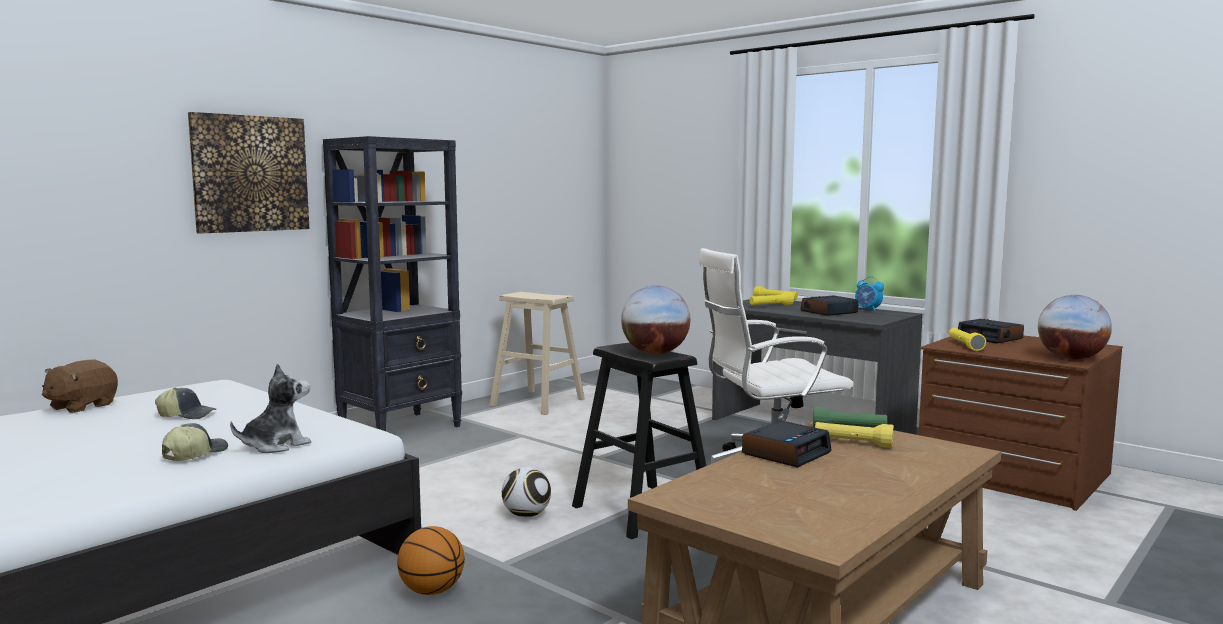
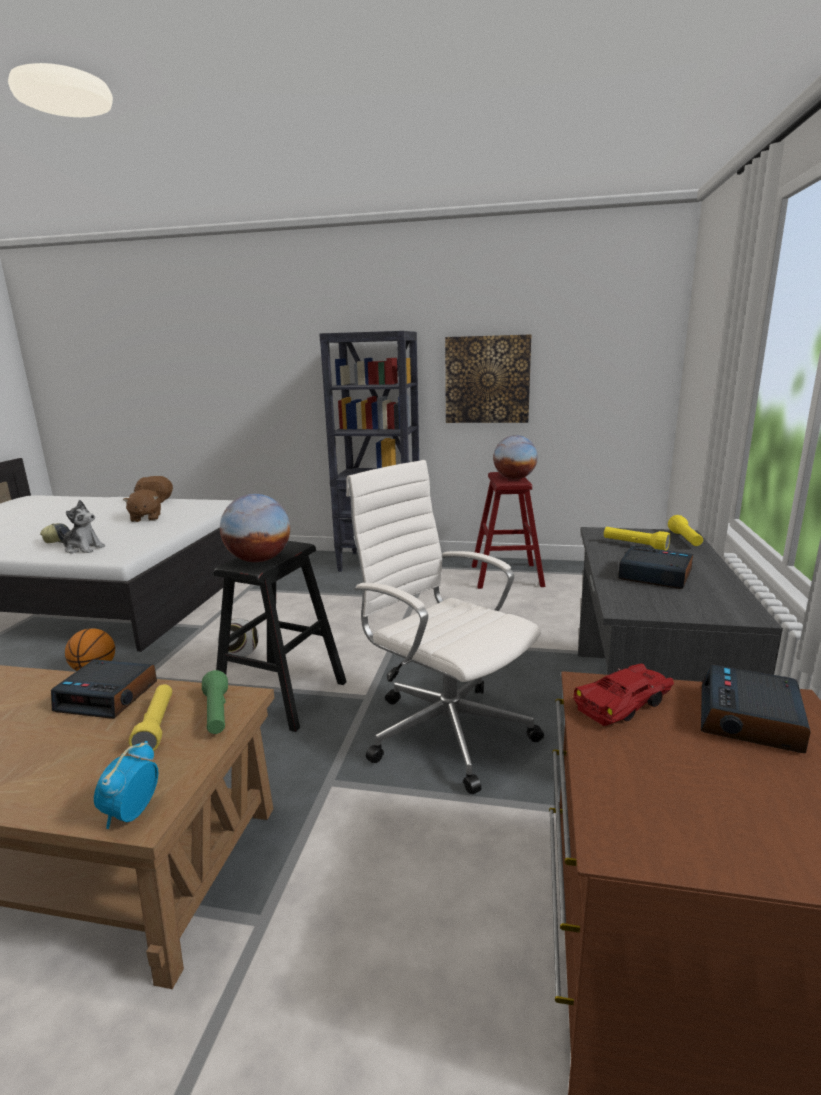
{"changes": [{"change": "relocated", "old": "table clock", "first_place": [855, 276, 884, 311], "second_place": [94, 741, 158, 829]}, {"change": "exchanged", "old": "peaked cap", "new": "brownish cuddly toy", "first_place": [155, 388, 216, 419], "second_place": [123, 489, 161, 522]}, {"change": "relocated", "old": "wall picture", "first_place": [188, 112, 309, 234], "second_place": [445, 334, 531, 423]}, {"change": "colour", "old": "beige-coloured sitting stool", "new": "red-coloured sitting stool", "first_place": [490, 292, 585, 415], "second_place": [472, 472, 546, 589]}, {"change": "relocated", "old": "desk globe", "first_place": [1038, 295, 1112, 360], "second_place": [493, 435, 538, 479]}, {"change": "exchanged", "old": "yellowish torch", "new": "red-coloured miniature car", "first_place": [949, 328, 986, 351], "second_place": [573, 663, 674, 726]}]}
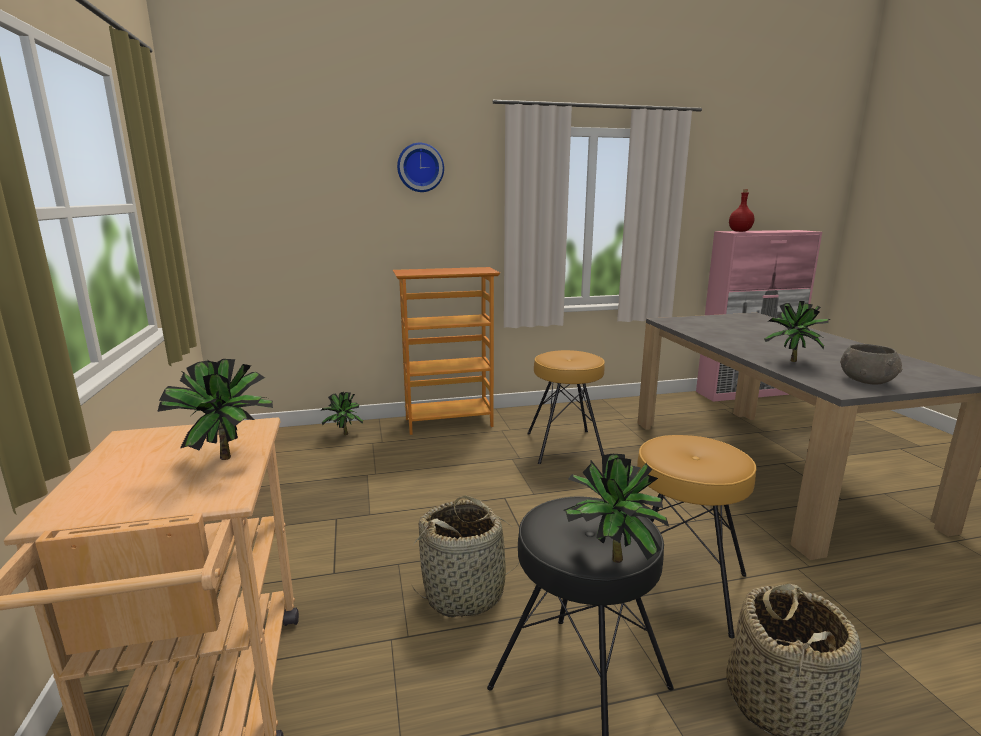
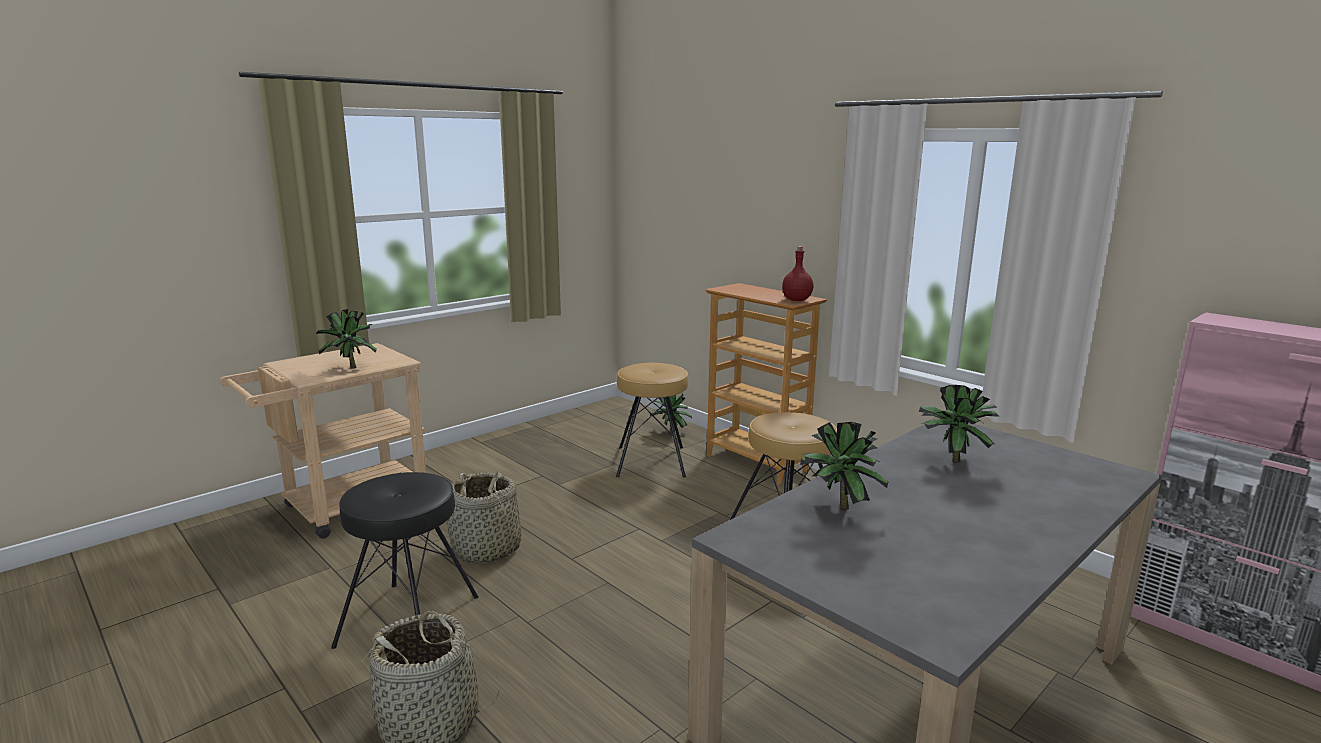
{"changes": [{"change": "relocated", "old": "brownish sitting stool", "first_place": [637, 435, 756, 639], "second_place": [616, 363, 688, 477]}, {"change": "relocated", "old": "red-coloured bottle", "first_place": [729, 189, 754, 232], "second_place": [782, 246, 813, 301]}, {"change": "relocated", "old": "potted plant", "first_place": [563, 454, 669, 563], "second_place": [918, 385, 1000, 463]}, {"change": "missing", "old": "wall clock", "first_place": [397, 143, 444, 192]}, {"change": "missing", "old": "gray bowl", "first_place": [840, 344, 902, 385]}]}
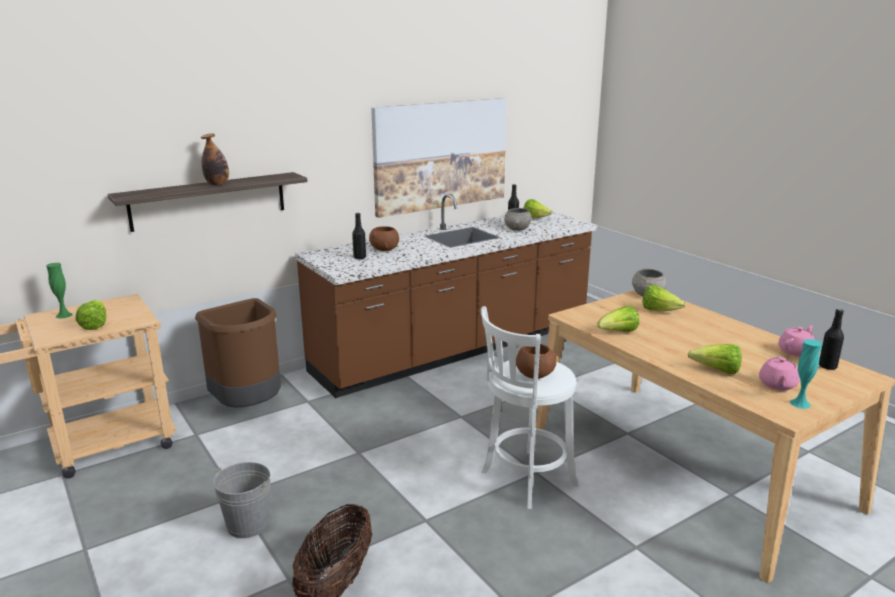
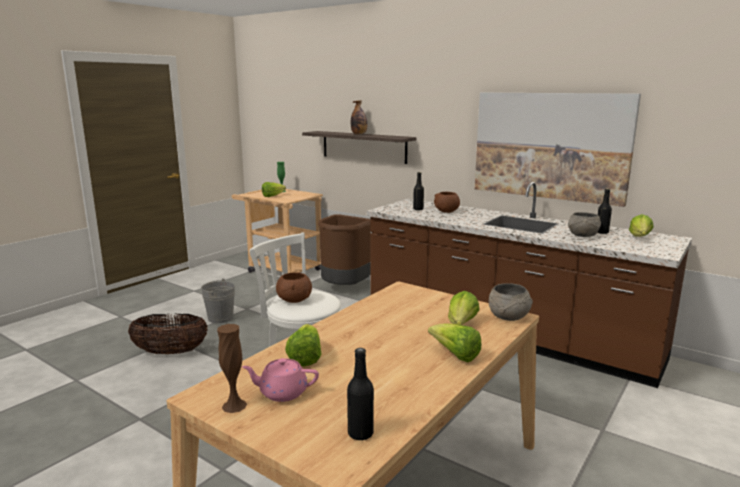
{"changes": [{"change": "colour", "old": "blue-green vase", "new": "brownish vase", "first_place": [790, 339, 822, 409], "second_place": [217, 324, 247, 413]}, {"change": "relocated", "old": "lettuce head", "first_place": [597, 306, 639, 332], "second_place": [428, 323, 481, 362]}, {"change": "missing", "old": "pink-coloured pot for tea", "first_place": [778, 325, 815, 357]}]}
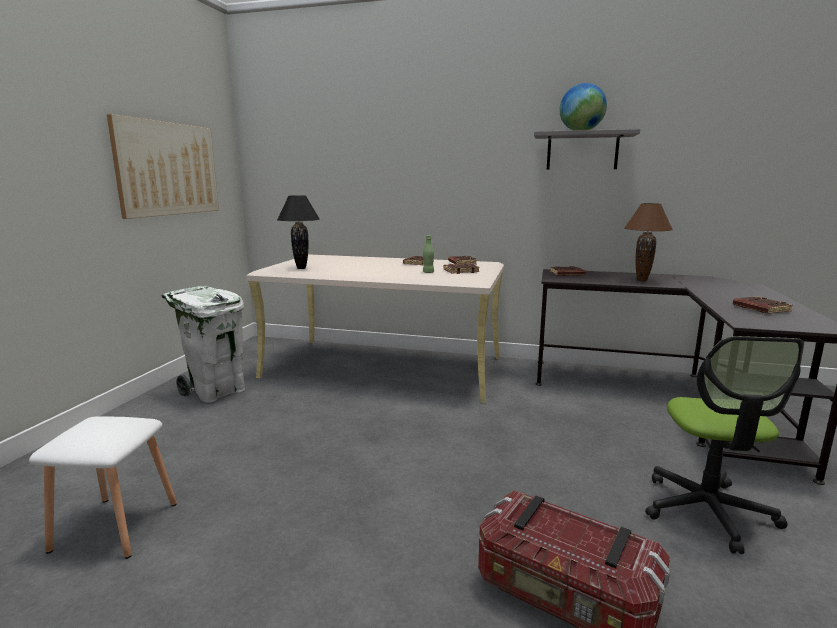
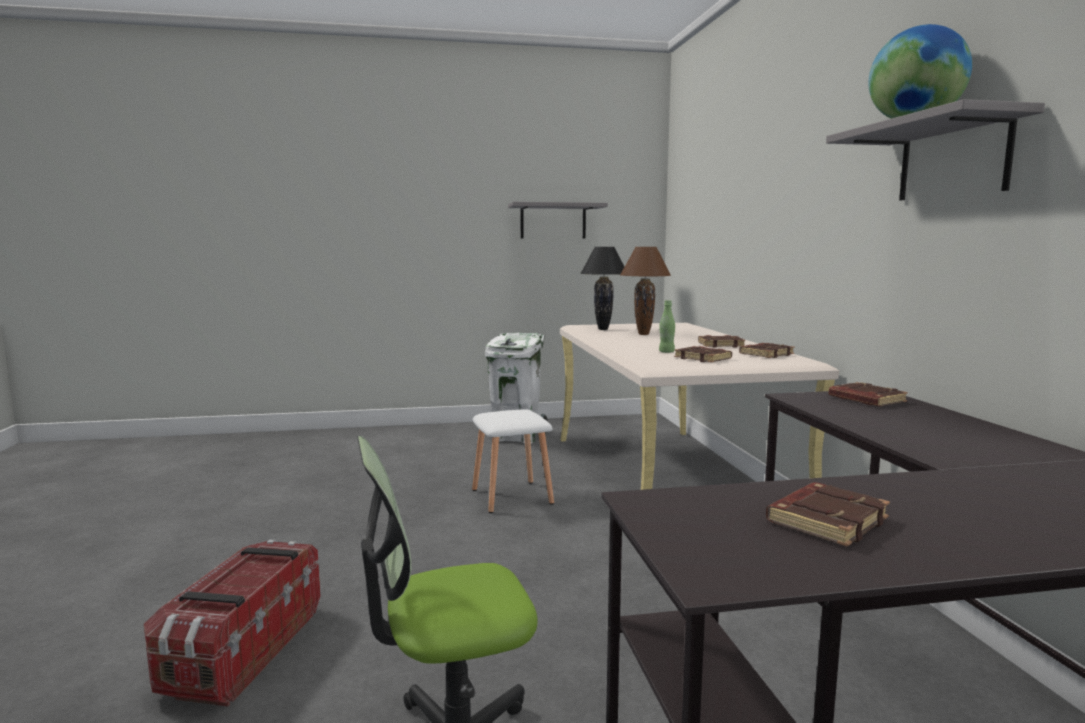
{"changes": [{"change": "relocated", "old": "whitish sitting stool", "first_place": [29, 417, 177, 559], "second_place": [472, 409, 554, 513]}, {"change": "exchanged", "old": "wall picture", "new": "gray shelf", "first_place": [107, 114, 219, 219], "second_place": [508, 202, 608, 239]}, {"change": "relocated", "old": "brownish lamp for a table", "first_place": [625, 203, 673, 281], "second_place": [620, 247, 671, 335]}]}
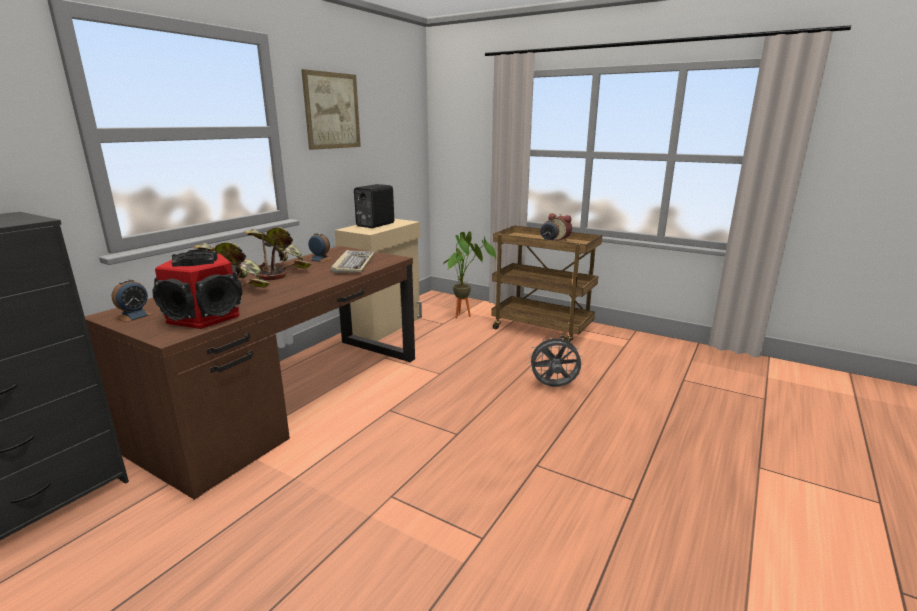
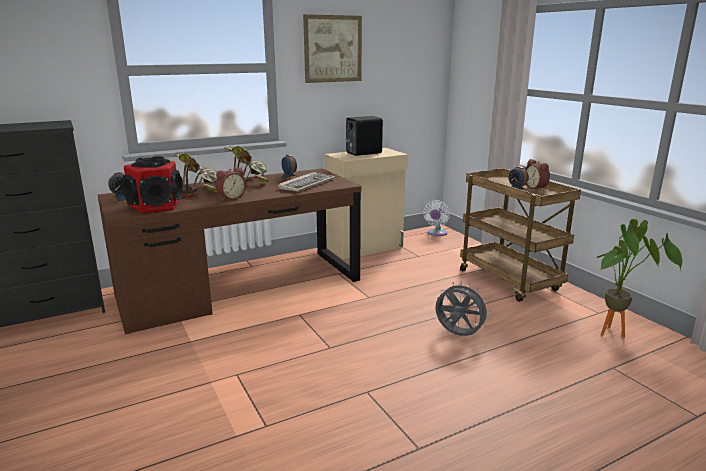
{"changes": [{"change": "appeared", "new": "table clock", "second_place": [215, 167, 246, 201]}, {"change": "appeared", "new": "whitish electric fan", "second_place": [423, 201, 450, 236]}, {"change": "relocated", "old": "potted plant", "first_place": [443, 231, 496, 319], "second_place": [597, 219, 682, 338]}]}
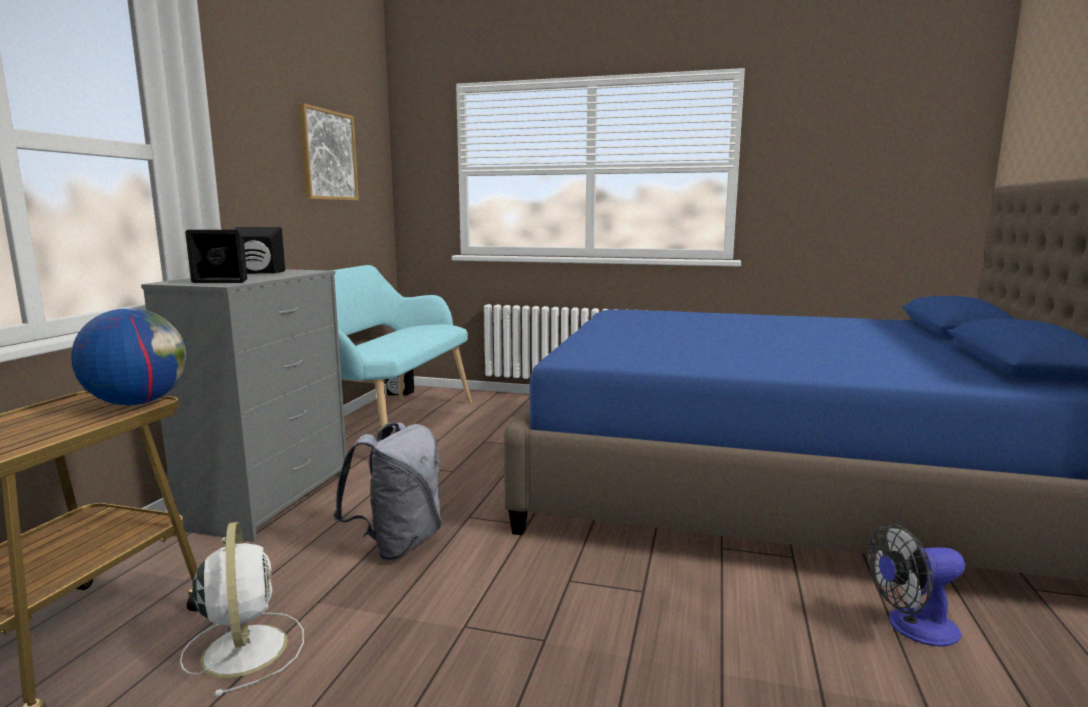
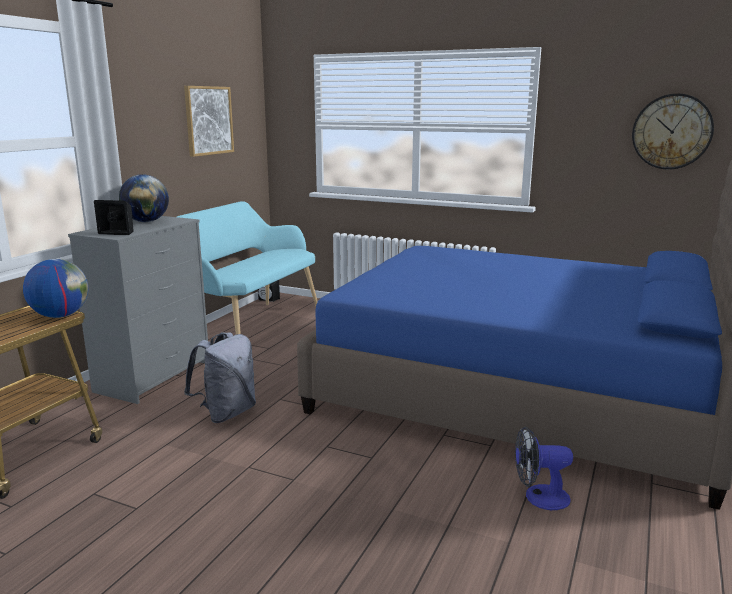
{"changes": [{"change": "exchanged", "old": "black loudspeaker", "new": "desk globe", "first_place": [234, 227, 285, 274], "second_place": [119, 174, 169, 222]}, {"change": "appeared", "new": "wall clock", "second_place": [632, 93, 714, 169]}, {"change": "missing", "old": "whitish electric fan", "first_place": [180, 522, 304, 697]}]}
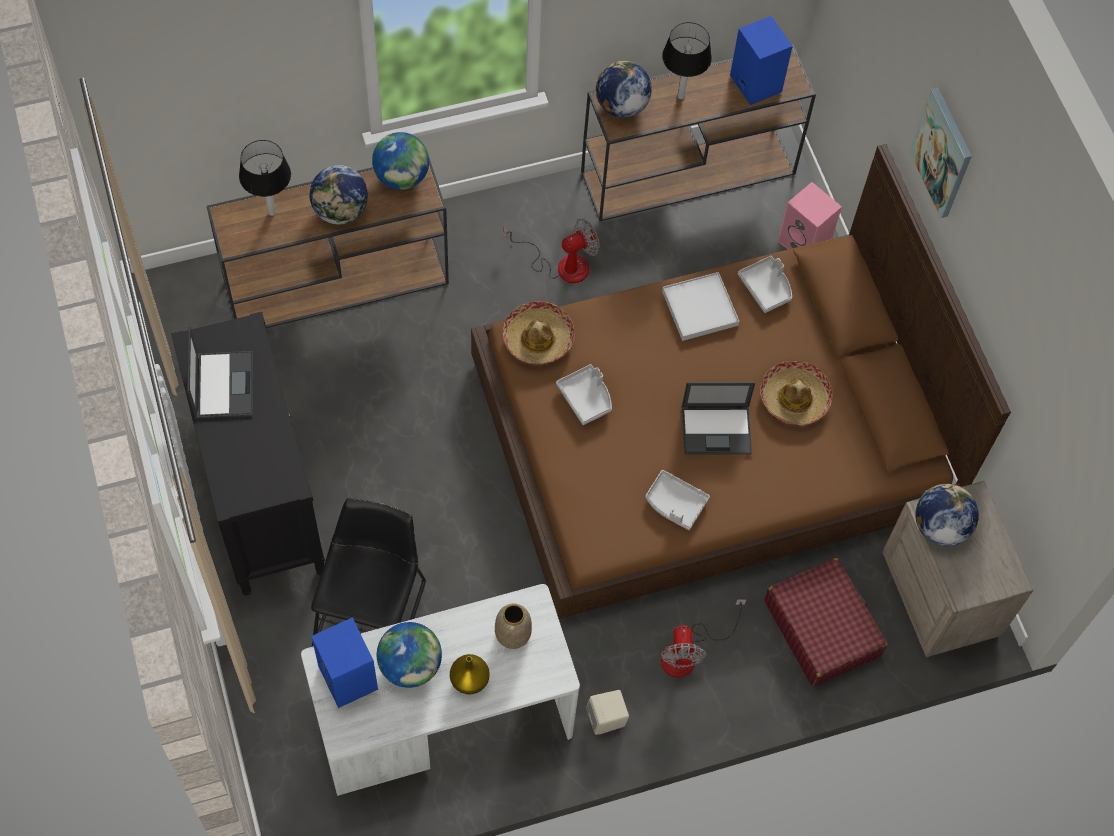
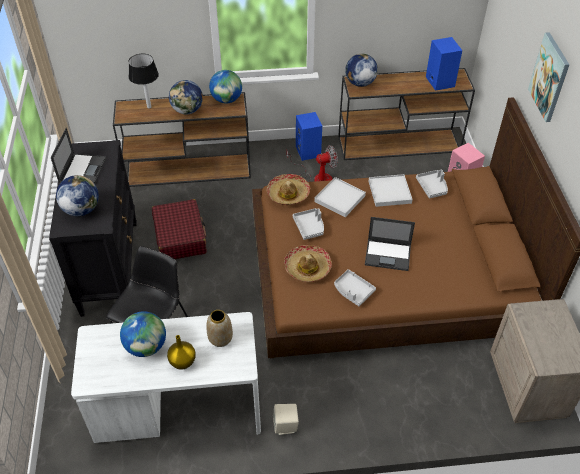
{"changes": [{"change": "relocated", "old": "desk globe", "first_place": [915, 484, 979, 546], "second_place": [56, 175, 99, 216]}, {"change": "relocated", "old": "red-coloured travel case", "first_place": [765, 558, 888, 687], "second_place": [152, 199, 207, 259]}, {"change": "relocated", "old": "wearable hat", "first_place": [760, 361, 833, 425], "second_place": [284, 245, 332, 282]}, {"change": "relocated", "old": "bluish loudspeaker", "first_place": [311, 617, 378, 708], "second_place": [296, 112, 322, 161]}, {"change": "appeared", "new": "whitish serving tray", "second_place": [314, 177, 366, 217]}, {"change": "missing", "old": "electric fan", "first_place": [661, 599, 746, 677]}, {"change": "missing", "old": "lamp for a table", "first_place": [662, 22, 712, 99]}]}
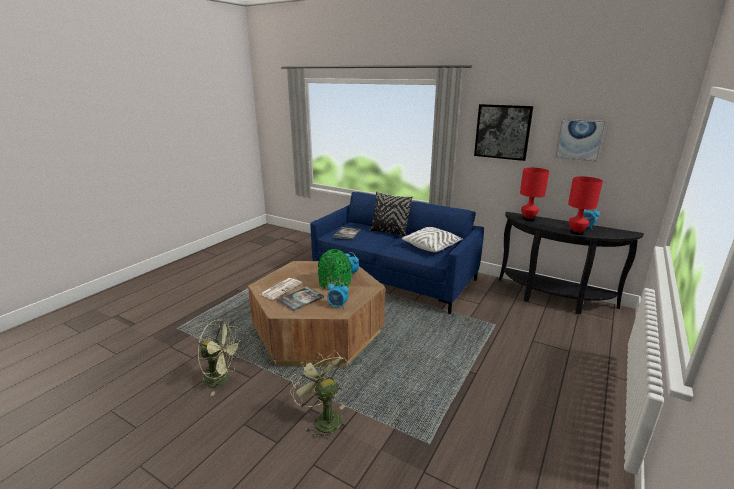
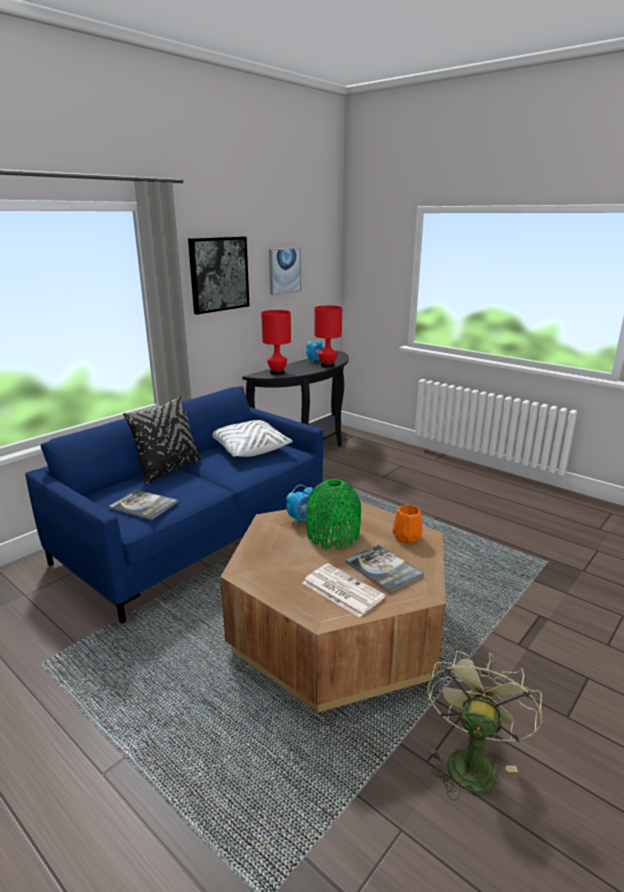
{"changes": [{"change": "exchanged", "old": "table clock", "new": "orangey vase", "first_place": [327, 281, 349, 309], "second_place": [393, 505, 423, 544]}, {"change": "missing", "old": "green electric fan", "first_place": [290, 350, 351, 441]}]}
